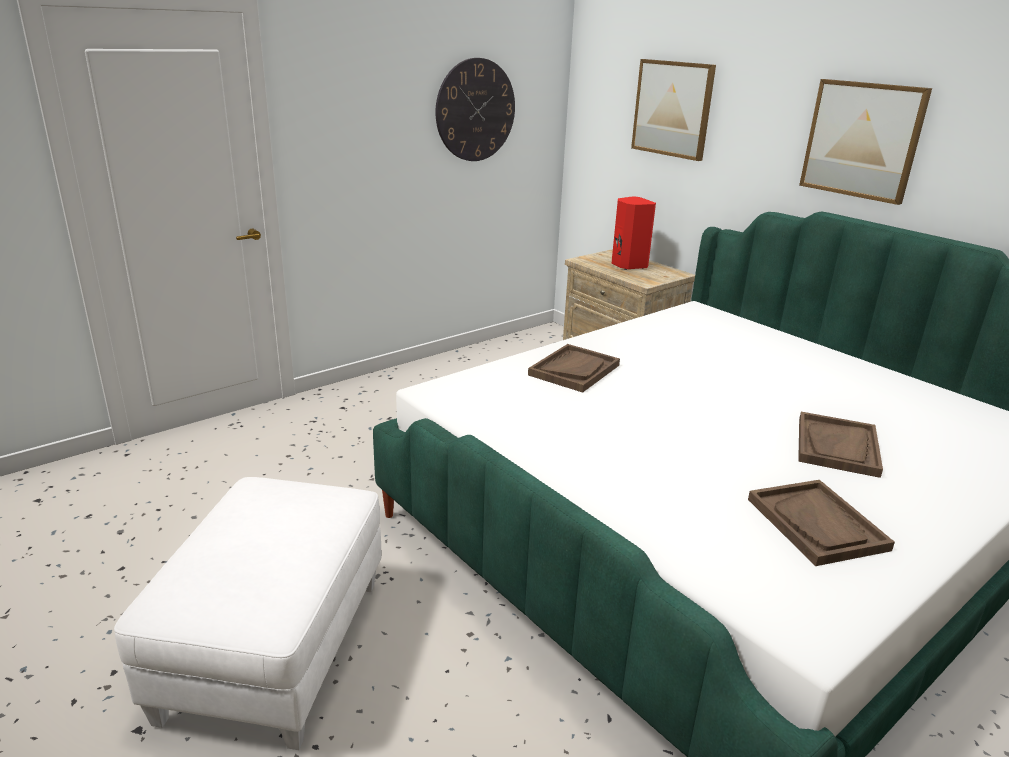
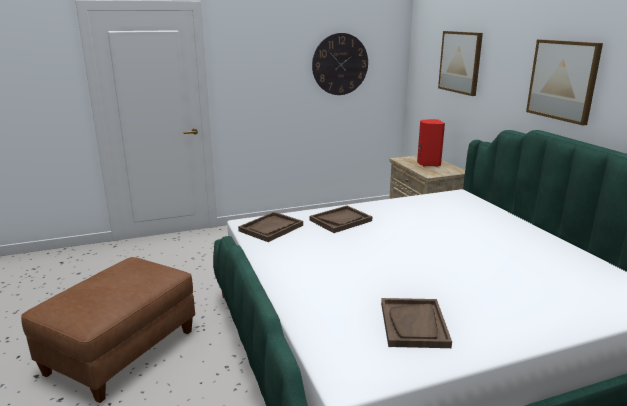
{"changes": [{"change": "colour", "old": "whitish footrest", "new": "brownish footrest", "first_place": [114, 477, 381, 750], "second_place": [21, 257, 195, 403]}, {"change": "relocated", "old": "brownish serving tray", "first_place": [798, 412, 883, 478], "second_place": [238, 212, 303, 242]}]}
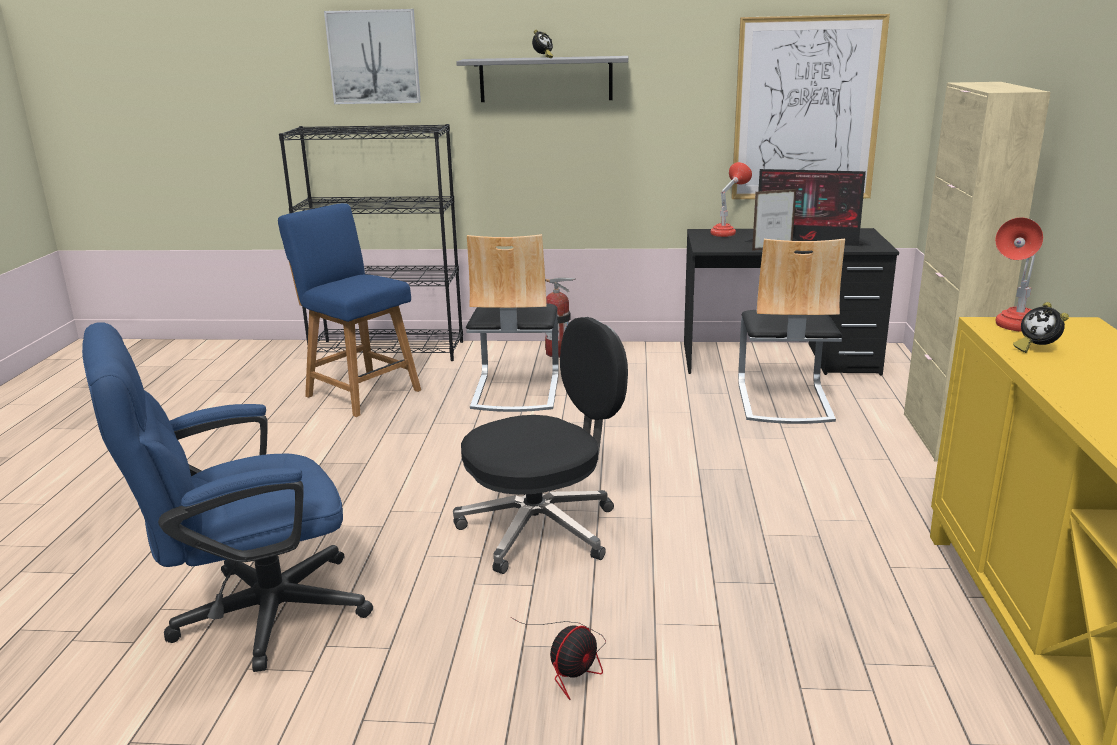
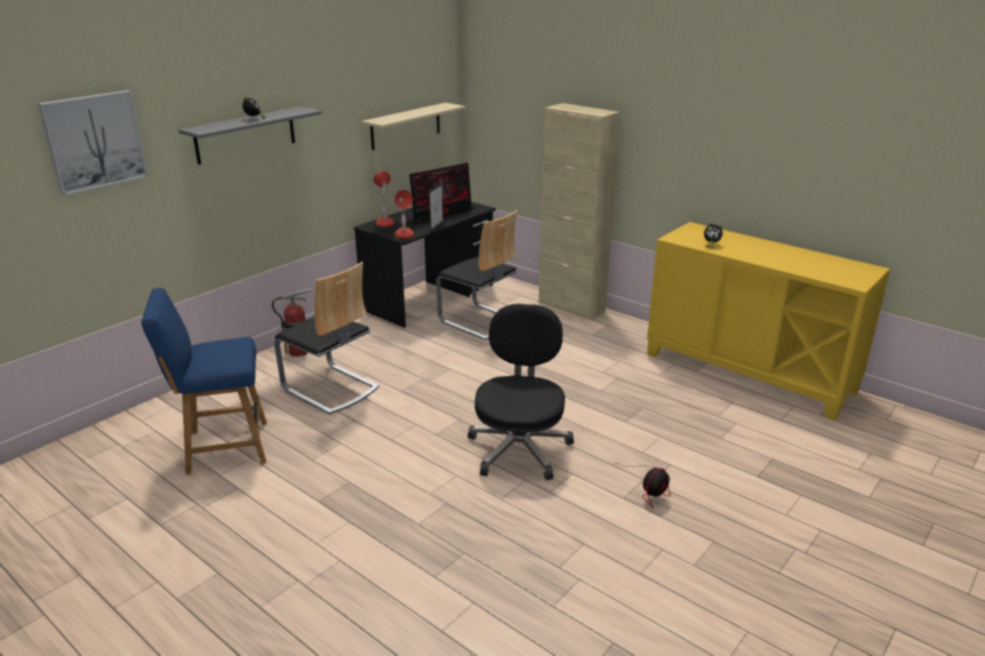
{"changes": [{"change": "exchanged", "old": "wall picture", "new": "beige-coloured shelf", "first_place": [731, 14, 890, 199], "second_place": [361, 103, 466, 150]}, {"change": "relocated", "old": "red-coloured lamp for a table", "first_place": [995, 218, 1043, 332], "second_place": [395, 190, 414, 239]}, {"change": "spun", "old": "electric fan", "first_place": [511, 617, 606, 700], "second_place": [613, 461, 671, 508], "degrees": 60}, {"change": "missing", "old": "bluish computer chair", "first_place": [82, 322, 373, 672]}, {"change": "missing", "old": "black bookshelf", "first_place": [279, 124, 463, 361]}]}
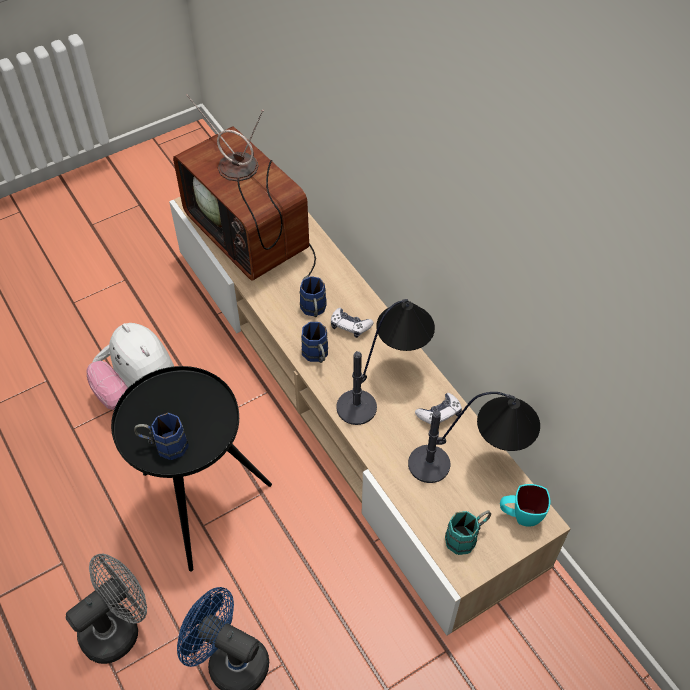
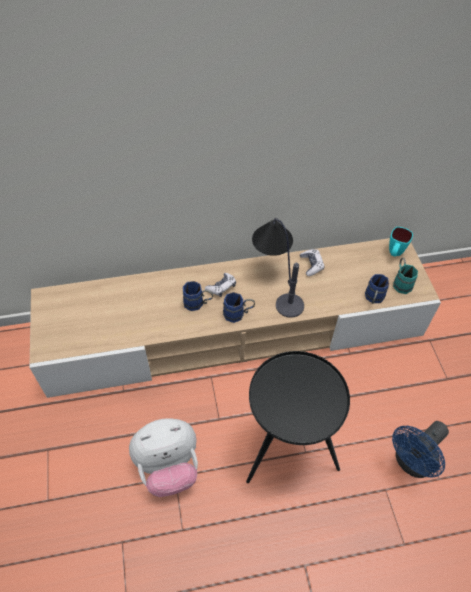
{"changes": [{"change": "relocated", "old": "bluish coffee mug", "first_place": [134, 413, 189, 460], "second_place": [365, 274, 389, 304]}, {"change": "missing", "old": "gray electric fan", "first_place": [66, 554, 147, 664]}, {"change": "missing", "old": "TV", "first_place": [173, 94, 316, 281]}, {"change": "missing", "old": "lamp for a table", "first_place": [408, 392, 540, 483]}]}
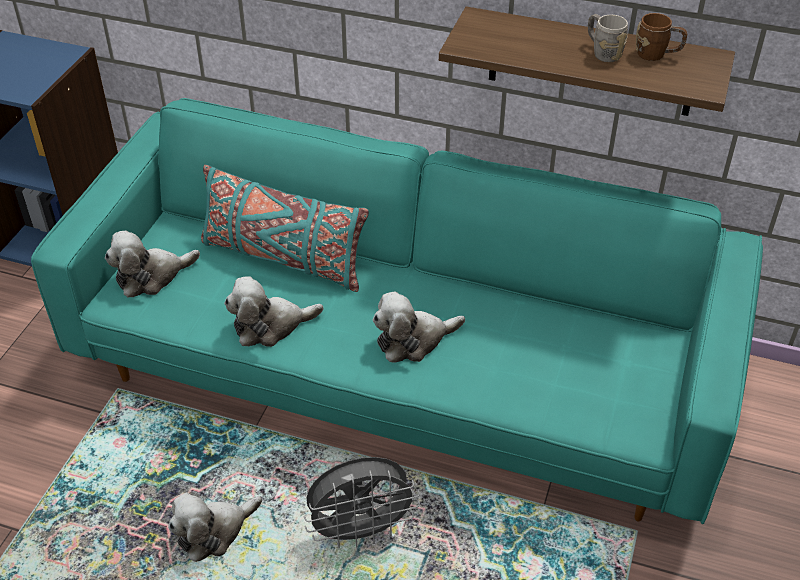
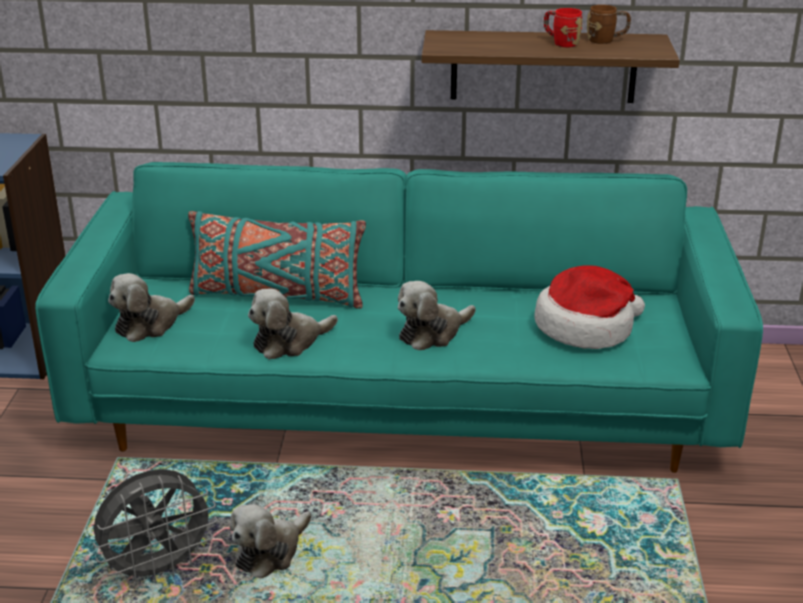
{"changes": [{"change": "relocated", "old": "gray electric fan", "first_place": [304, 457, 420, 548], "second_place": [93, 469, 217, 586]}, {"change": "appeared", "new": "wearable hat", "second_place": [534, 265, 645, 349]}, {"change": "colour", "old": "gray coffee mug", "new": "red-coloured coffee mug", "first_place": [588, 14, 628, 62], "second_place": [544, 8, 583, 47]}]}
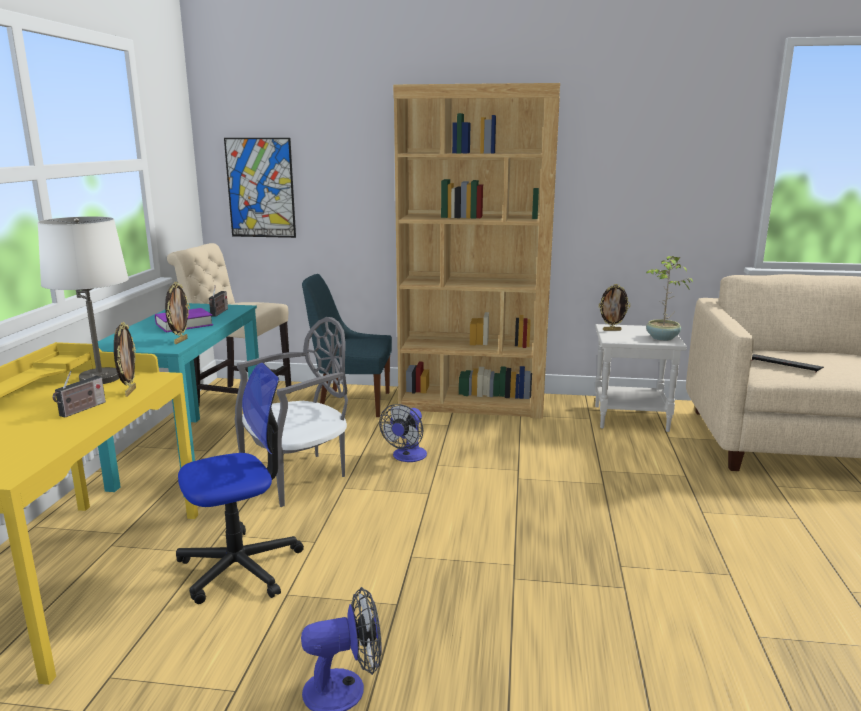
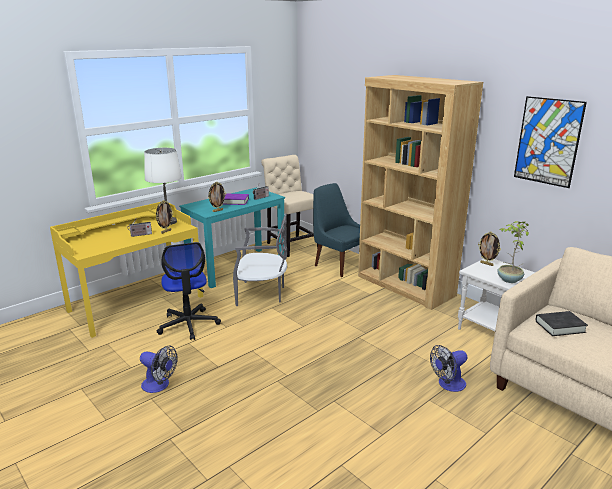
{"changes": [{"change": "spun", "old": "computer chair", "first_place": [176, 363, 304, 604], "second_place": [157, 242, 221, 340], "degrees": 60}, {"change": "relocated", "old": "electric fan", "first_place": [379, 404, 427, 462], "second_place": [430, 345, 467, 392]}, {"change": "relocated", "old": "wall picture", "first_place": [224, 138, 296, 238], "second_place": [514, 96, 587, 188]}, {"change": "exchanged", "old": "PC keyboard", "new": "black bound book", "first_place": [752, 354, 824, 372], "second_place": [535, 311, 588, 336]}]}
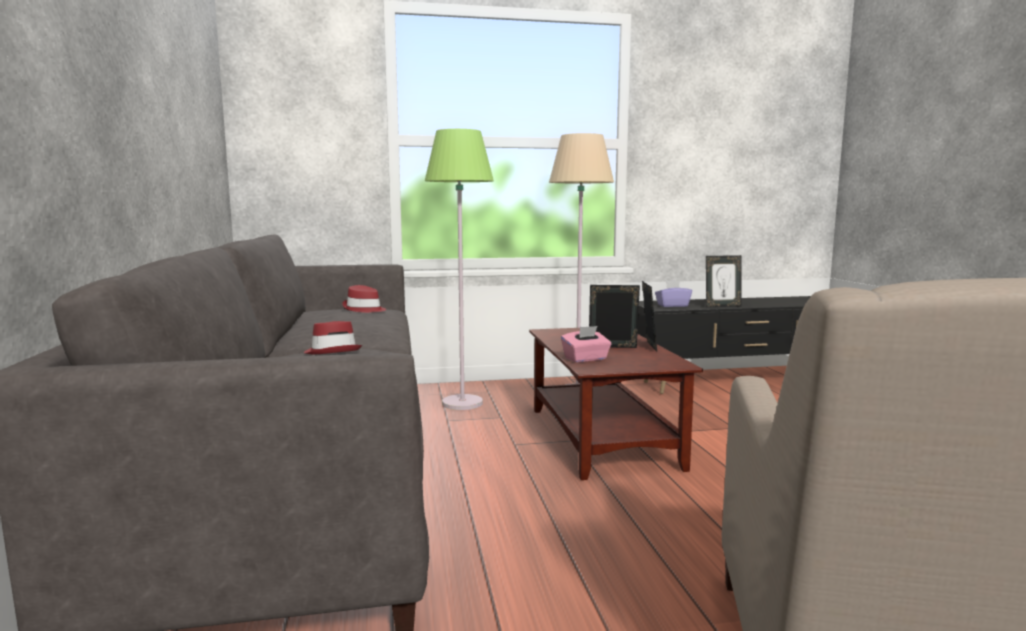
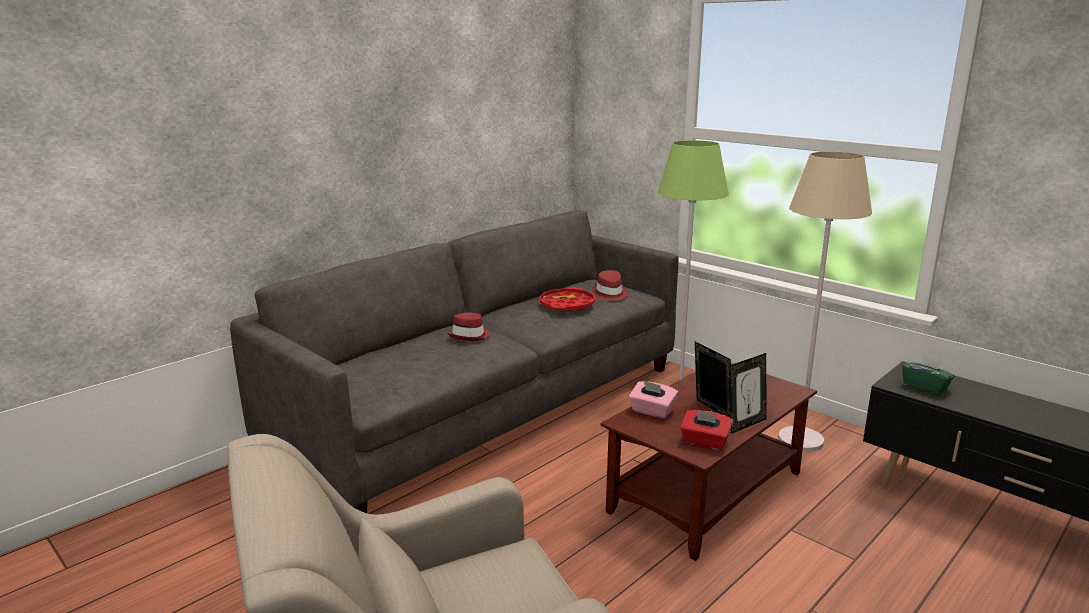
{"changes": [{"change": "appeared", "new": "red-coloured serving tray", "second_place": [540, 287, 595, 312]}, {"change": "appeared", "new": "red-coloured tissue holder", "second_place": [680, 410, 733, 450]}, {"change": "colour", "old": "purplish tissue holder", "new": "green tissue holder", "first_place": [655, 281, 692, 307], "second_place": [902, 354, 955, 395]}, {"change": "missing", "old": "standing frame", "first_place": [706, 255, 742, 307]}]}
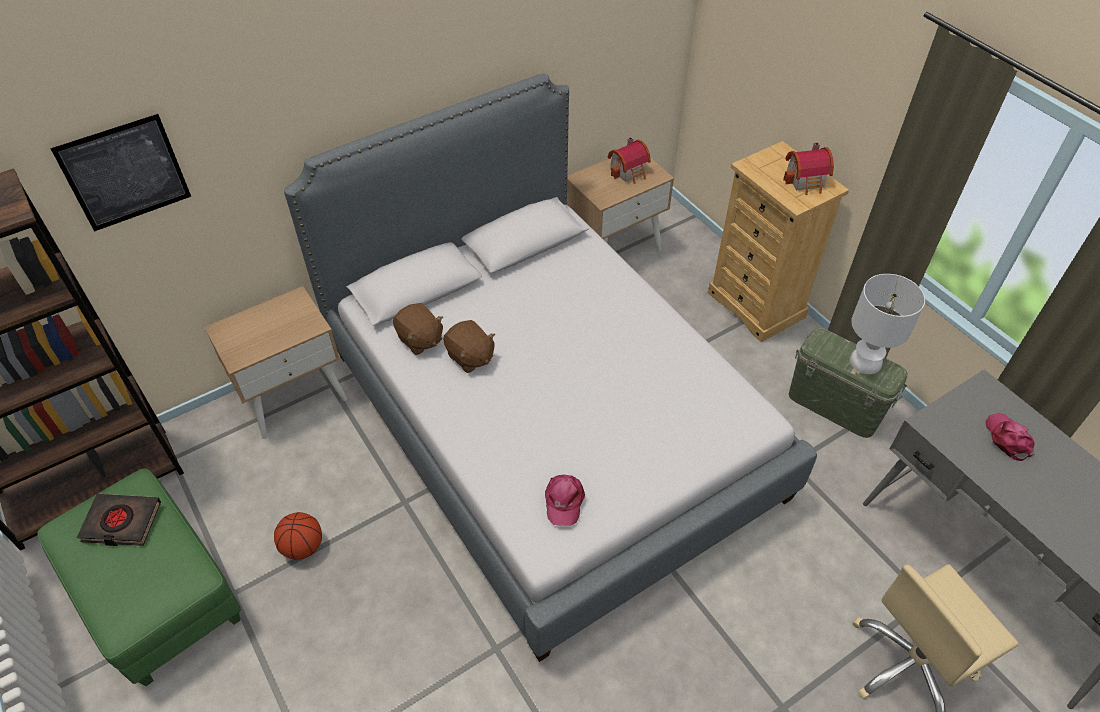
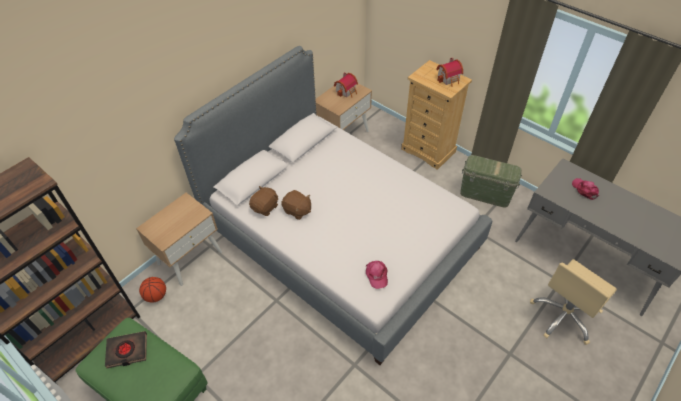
{"changes": [{"change": "relocated", "old": "basketball", "first_place": [274, 512, 322, 560], "second_place": [139, 277, 166, 303]}, {"change": "spun", "old": "brownish cuddly toy", "first_place": [393, 303, 443, 355], "second_place": [249, 186, 278, 216], "degrees": -90}, {"change": "missing", "old": "wall picture", "first_place": [50, 114, 191, 232]}, {"change": "missing", "old": "whitish lamp for a table", "first_place": [850, 274, 925, 374]}]}
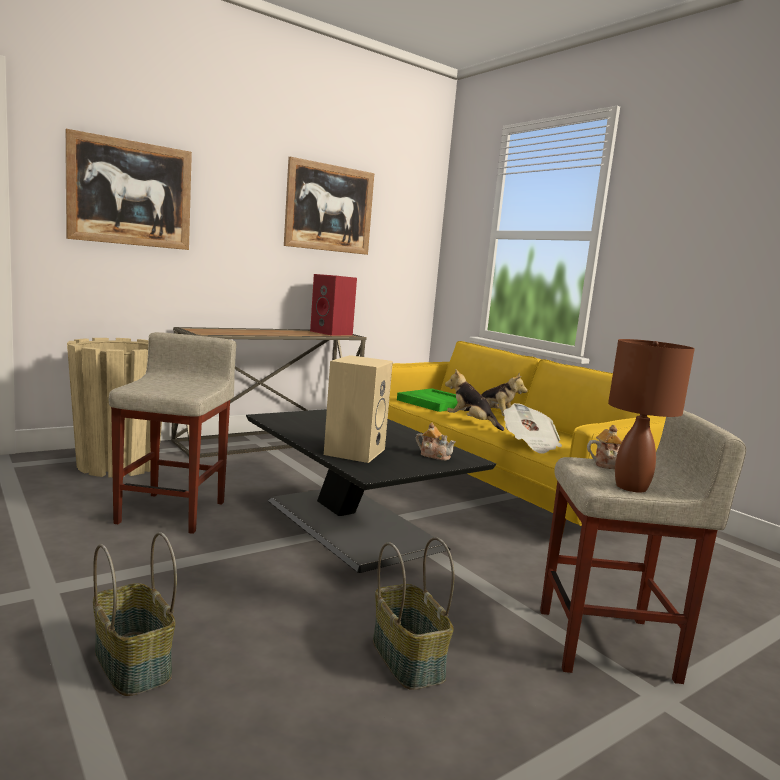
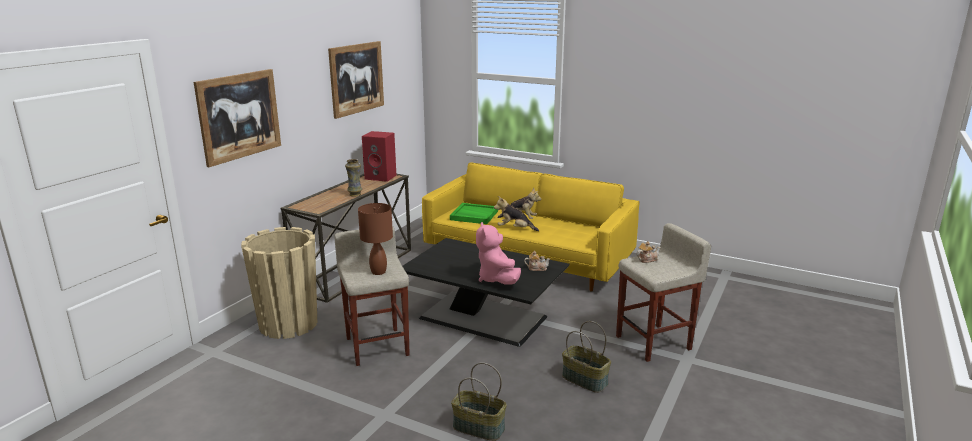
{"changes": [{"change": "appeared", "new": "vase", "second_place": [345, 159, 362, 197]}, {"change": "relocated", "old": "brownish lamp for a table", "first_place": [608, 339, 695, 493], "second_place": [358, 203, 393, 275]}, {"change": "exchanged", "old": "beige-coloured loudspeaker", "new": "pink-coloured cuddly toy", "first_place": [324, 355, 393, 463], "second_place": [476, 222, 521, 284]}, {"change": "missing", "old": "newspaper", "first_place": [503, 403, 562, 454]}]}
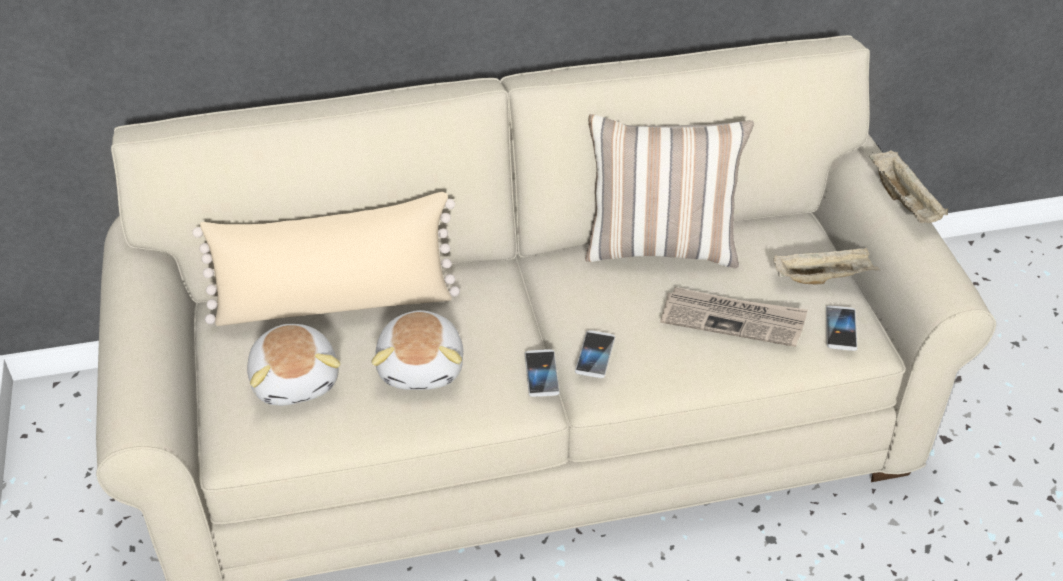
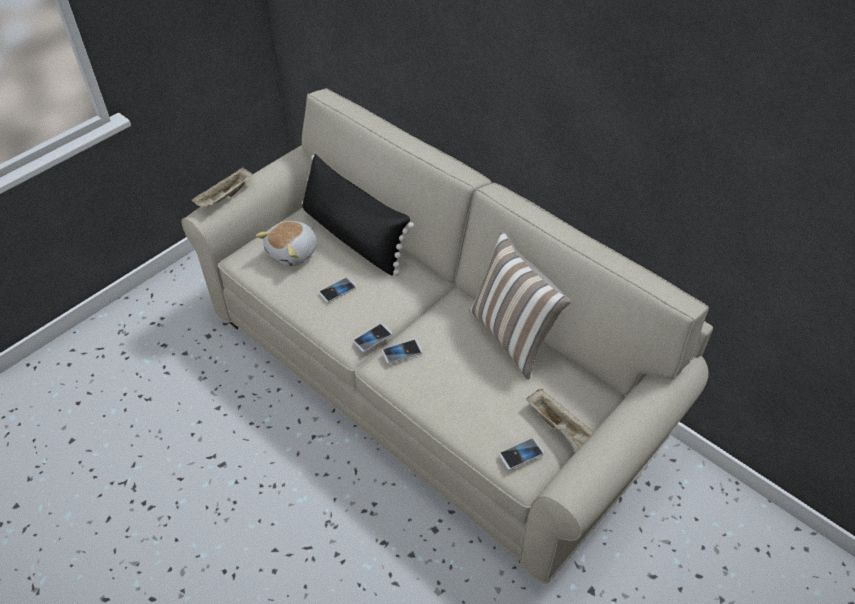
{"changes": [{"change": "relocated", "old": "beige-coloured serving tray", "first_place": [869, 150, 948, 223], "second_place": [192, 167, 253, 208]}, {"change": "colour", "old": "beige-coloured pillow", "new": "black pillow", "first_place": [192, 192, 460, 326], "second_place": [302, 154, 414, 276]}, {"change": "exchanged", "old": "cuddly toy", "new": "handset", "first_place": [371, 310, 463, 390], "second_place": [318, 277, 357, 303]}, {"change": "missing", "old": "newspaper", "first_place": [660, 287, 808, 347]}]}
